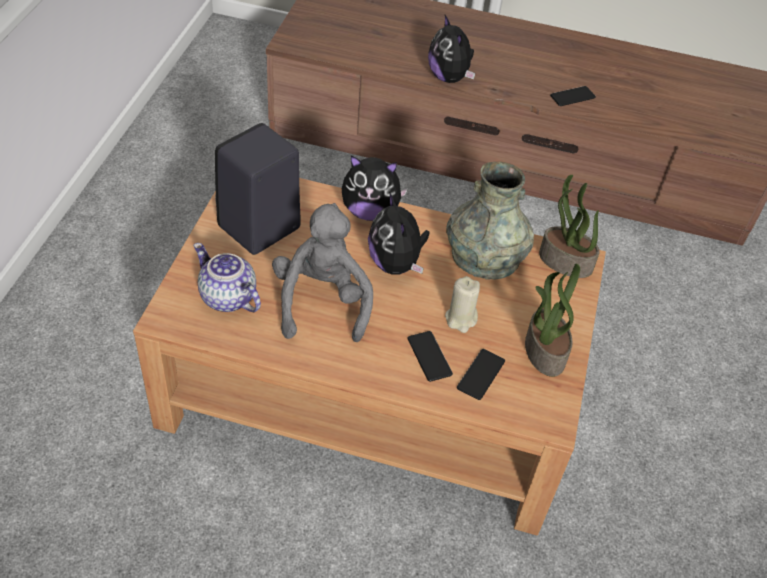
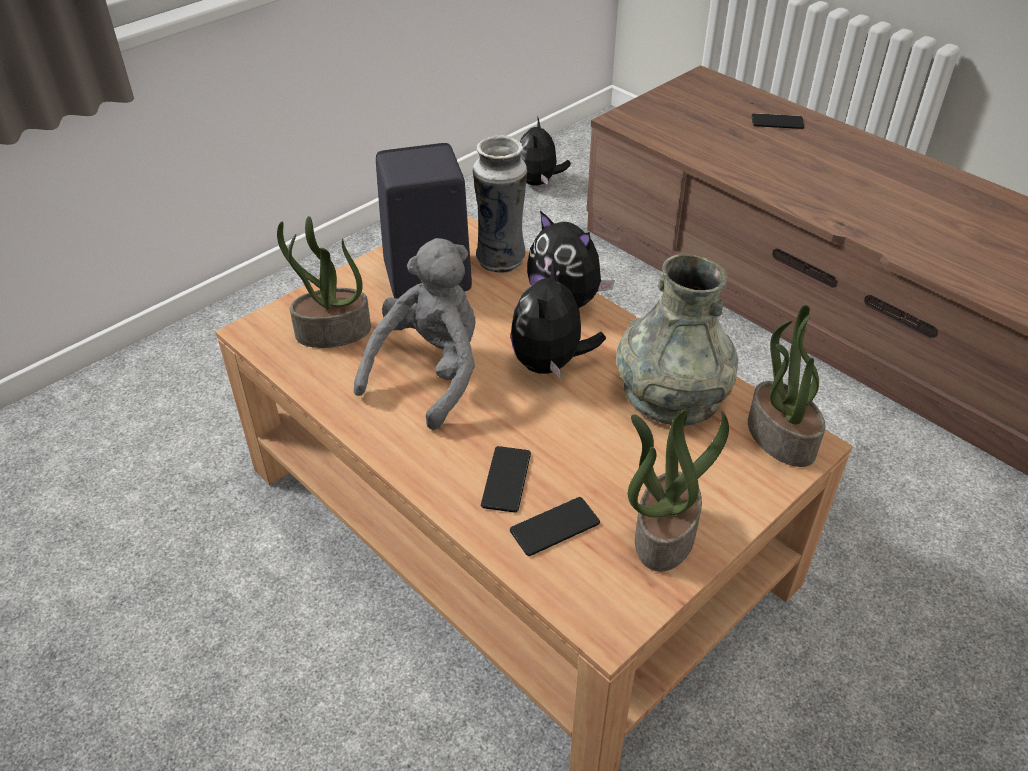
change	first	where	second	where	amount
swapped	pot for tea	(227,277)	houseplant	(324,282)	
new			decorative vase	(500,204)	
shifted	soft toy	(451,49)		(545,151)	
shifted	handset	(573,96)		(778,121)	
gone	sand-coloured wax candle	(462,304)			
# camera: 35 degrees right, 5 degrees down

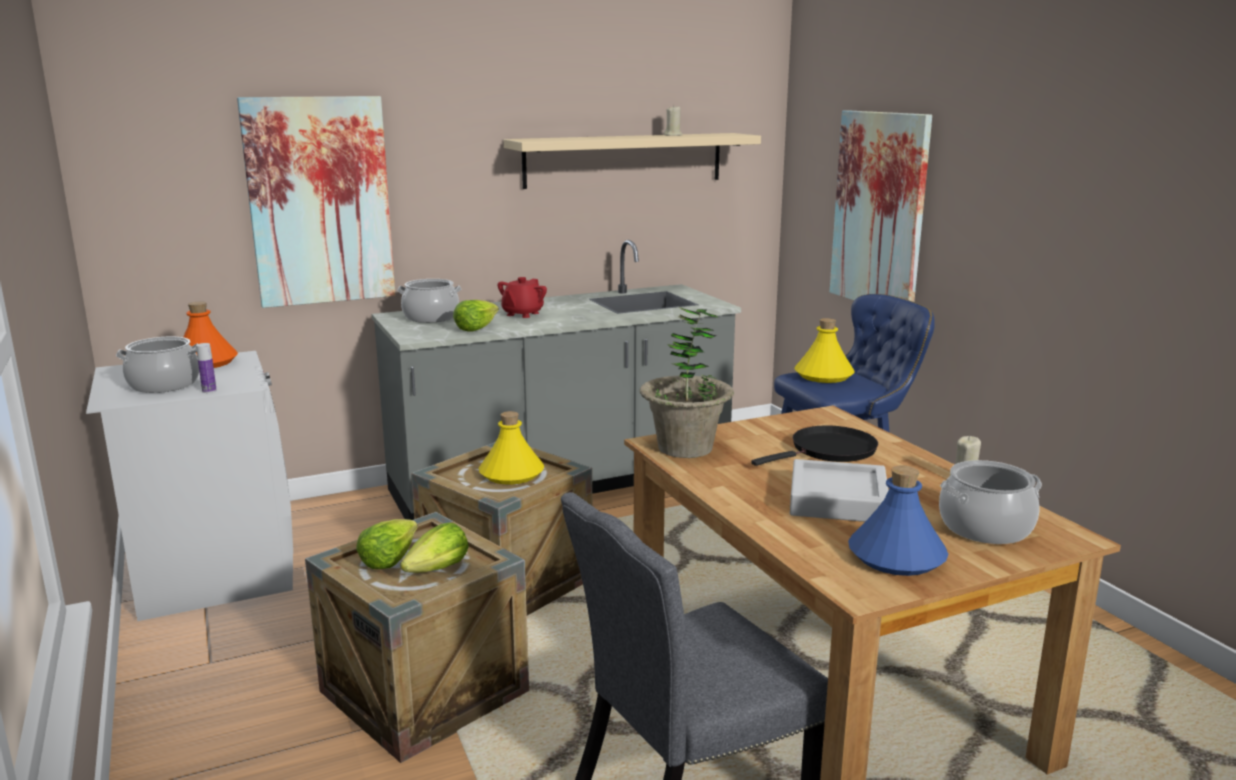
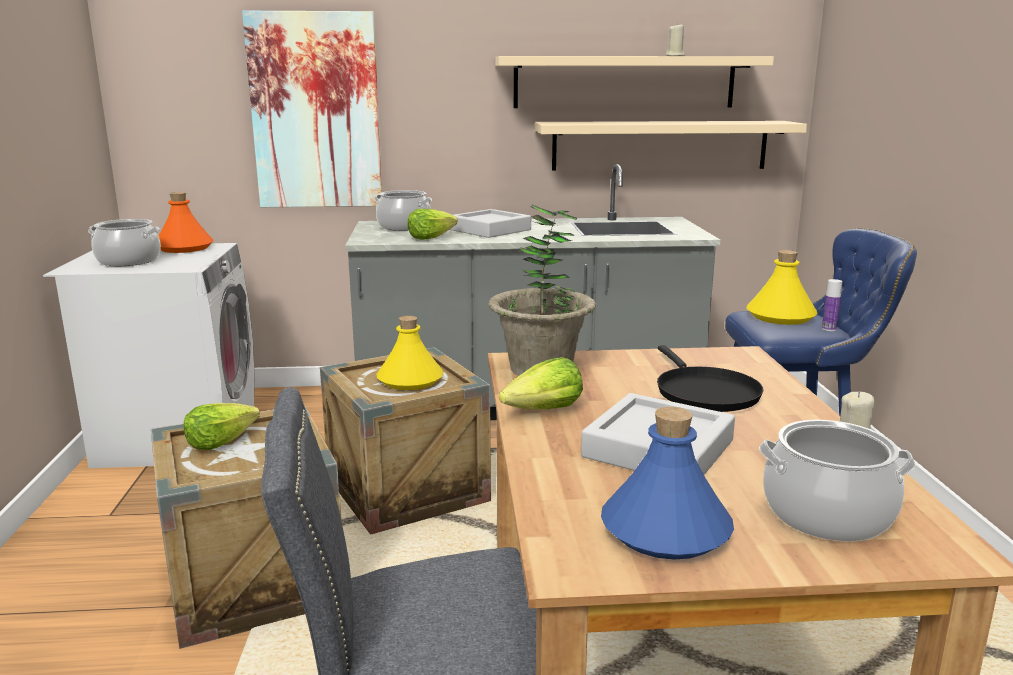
change	first	where	second	where	amount
swapped	reddish pot for tea	(522,297)	grey tray	(490,223)	
shifted	lettuce	(434,548)		(541,383)	
new			sand-coloured bracket shelf	(671,146)	
rotated	black pan	(814,445)		(710,378)	90 degrees clockwise
shifted	beverage bottle	(206,368)		(832,305)	
gone	wall picture	(881,206)			
# camera: 20 degrees right, 0 degrees up

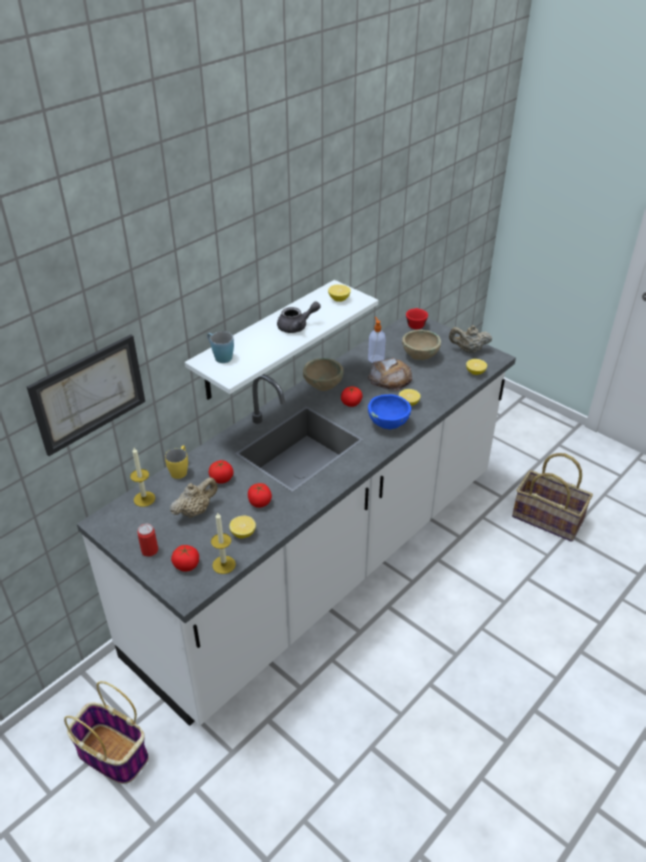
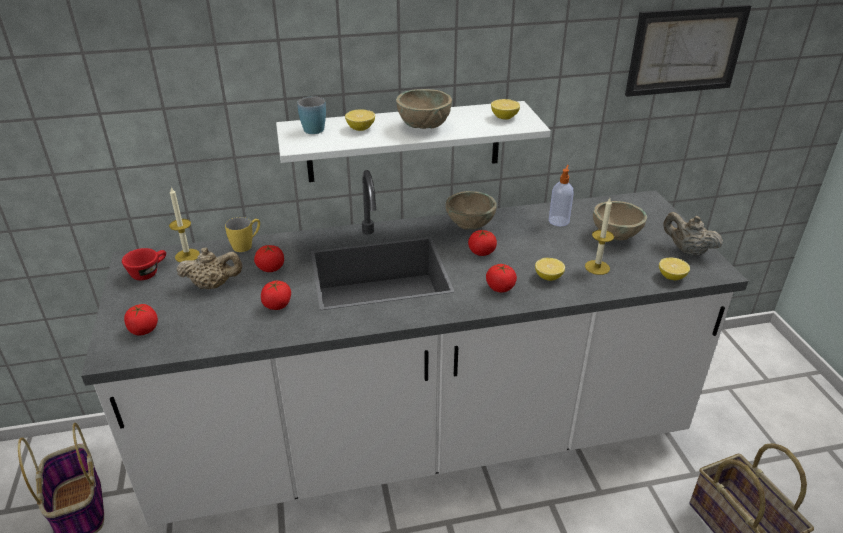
change	first	where	second	where	amount
shifted	reddish cup	(417,318)		(144,264)	
shifted	lemon	(242,527)		(360,120)	
swapped	grey pot for tea	(299,317)	sand-coloured serving bowl	(424,109)	
swapped	blue serving bowl	(389,412)	fresh tomato	(501,278)	
shifted	wax candle	(223,543)		(599,236)	
shifted	wall picture	(86,395)		(688,51)	
gone	metal can	(147,540)			
gone	bread	(390,374)			
# camera: 35 degrees right, 5 degrees down

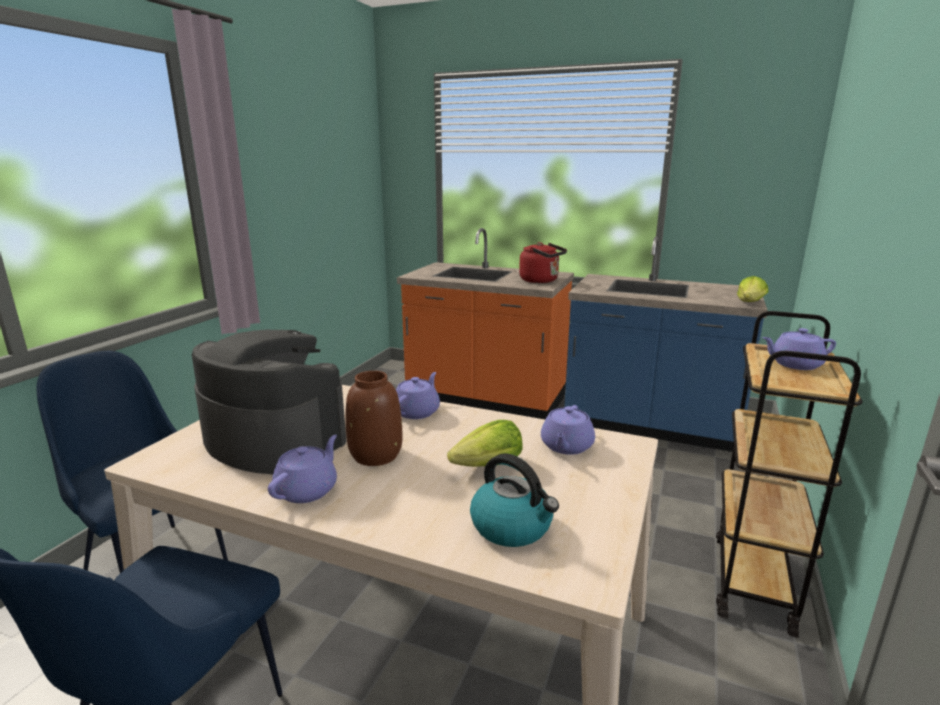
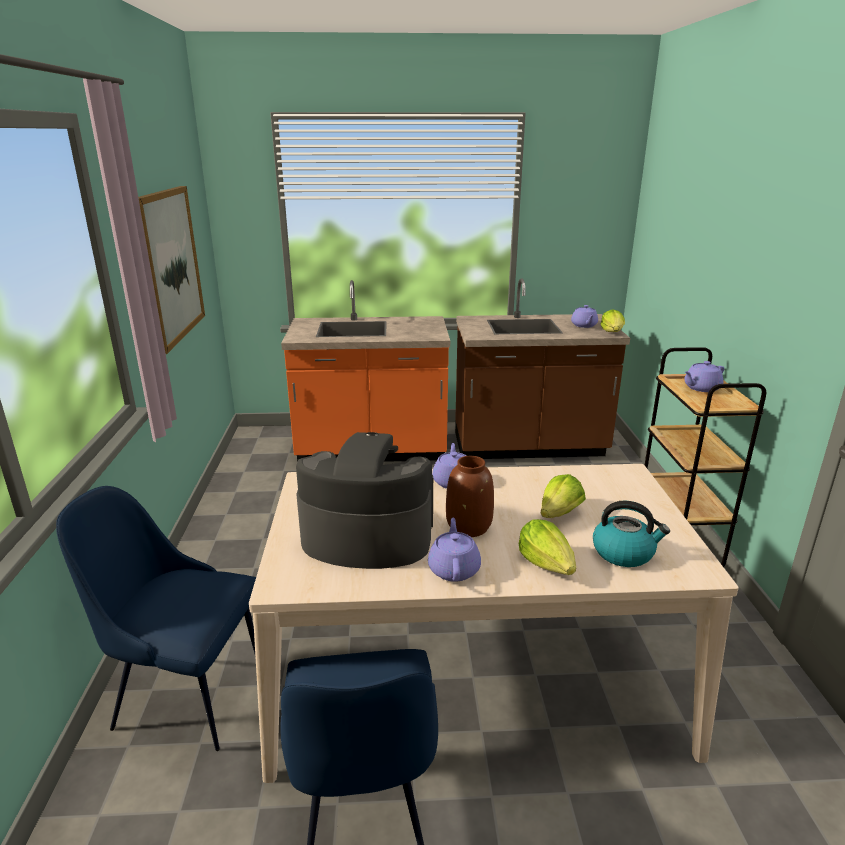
change	first	where	second	where	amount
new			wall picture	(171,270)	
repainted	blue kitchen base unit	(666,344)	brown kitchen base unit	(542,368)	
new			lettuce	(547,547)	
shifted	purple-coloured pot for tea	(568,430)		(584,316)	
gone	reddish water kettle	(543,262)			
# camera: 25 degrees left, 5 degrees up

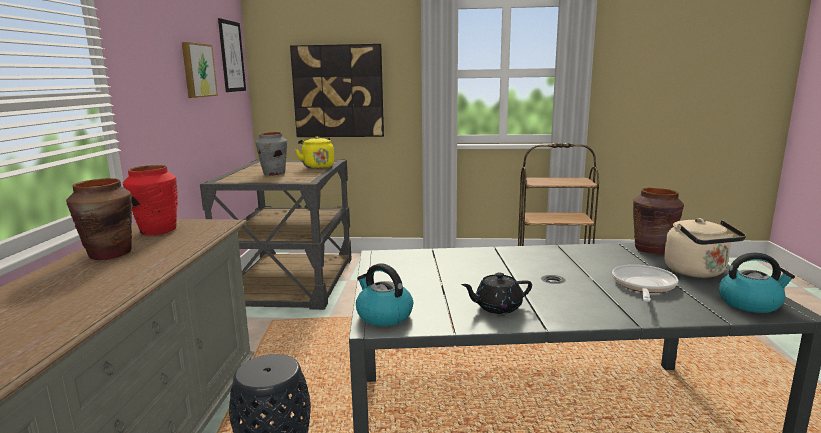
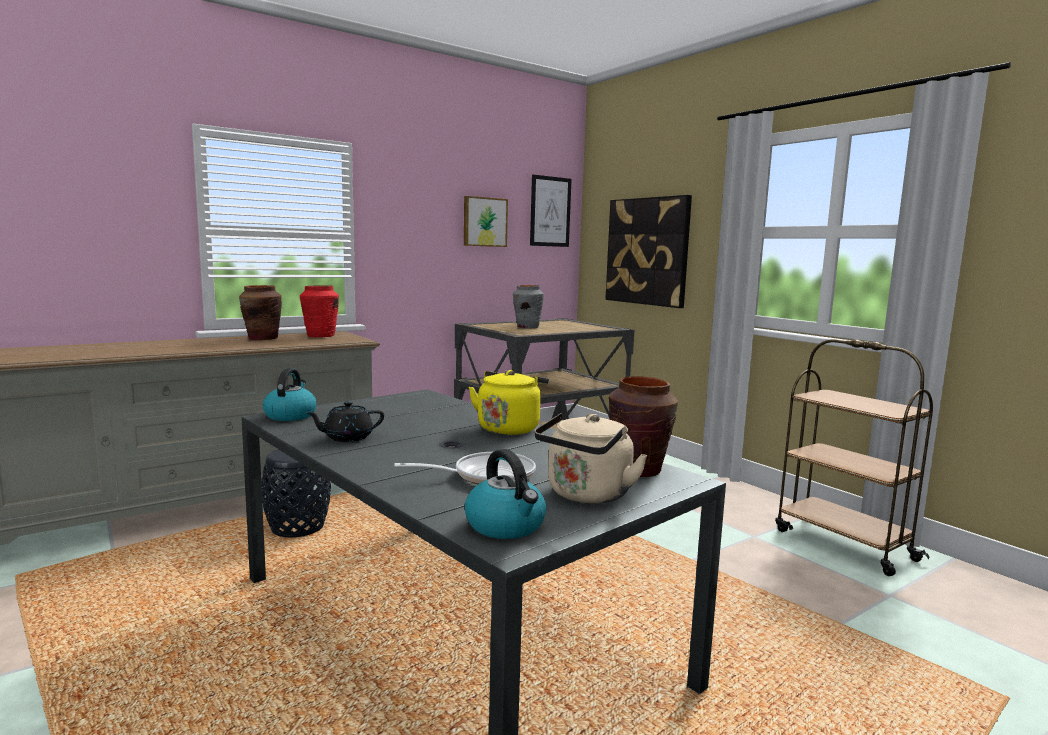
change	first	where	second	where	amount
rotated	black pot for tea	(496,293)		(344,421)	60 degrees counterclockwise
shifted	yellow-coloured water kettle	(314,152)		(509,402)	
# camera: 50 degrees right, 5 degrees down

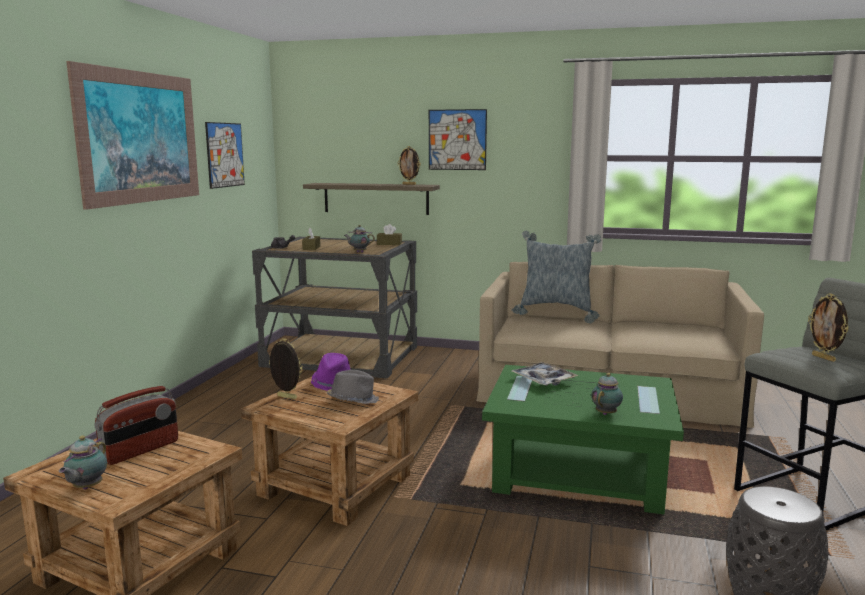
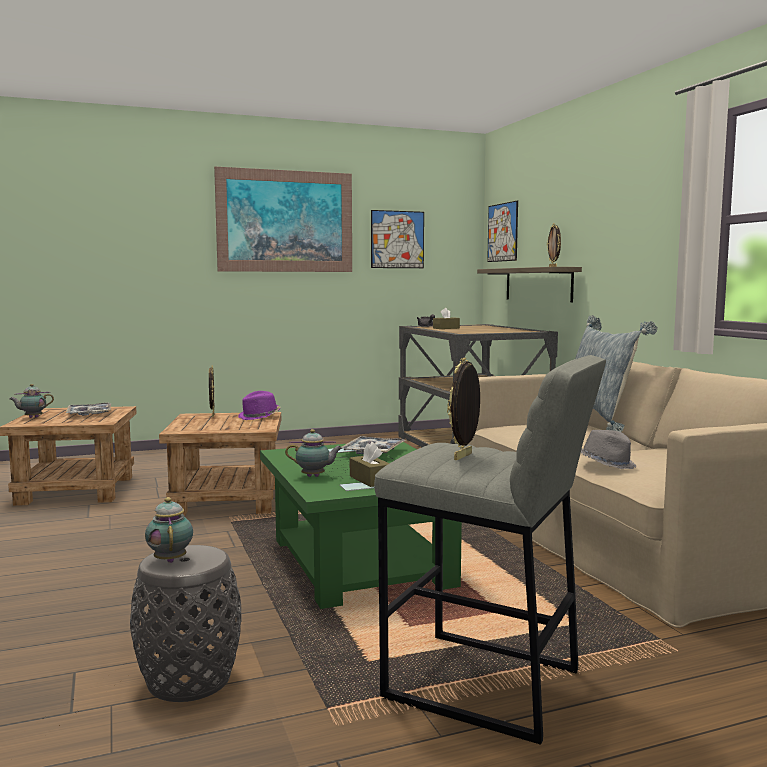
change	first	where	second	where	amount
swapped	radio receiver	(136,425)	tray	(88,409)	
shifted	pot for tea	(359,239)		(169,530)	
shifted	brown tissue box	(389,234)		(369,464)	
shifted	wall picture	(458,139)		(502,231)	
shifted	grey wearable hat	(353,387)		(608,449)	
# camera: 55 degrees right, 5 degrees down

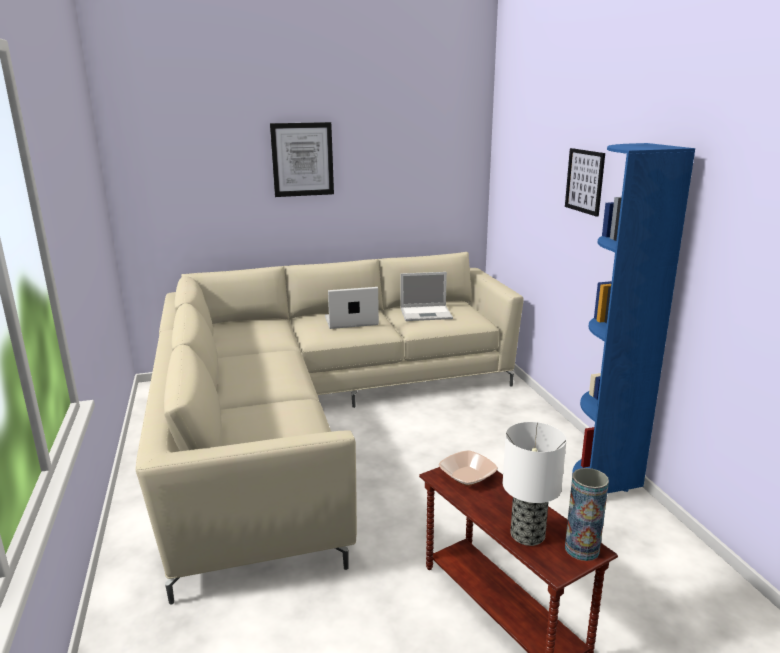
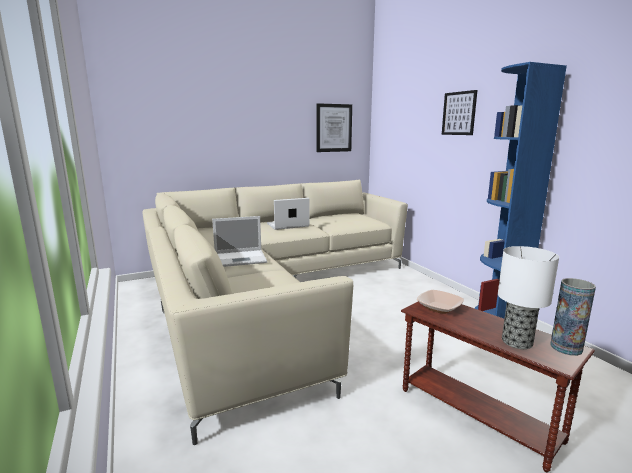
change	first	where	second	where	amount
shifted	portable computer	(426,296)		(239,241)	
shifted	wall picture	(302,159)		(334,127)	
# camera: 10 degrees left, 5 degrees down

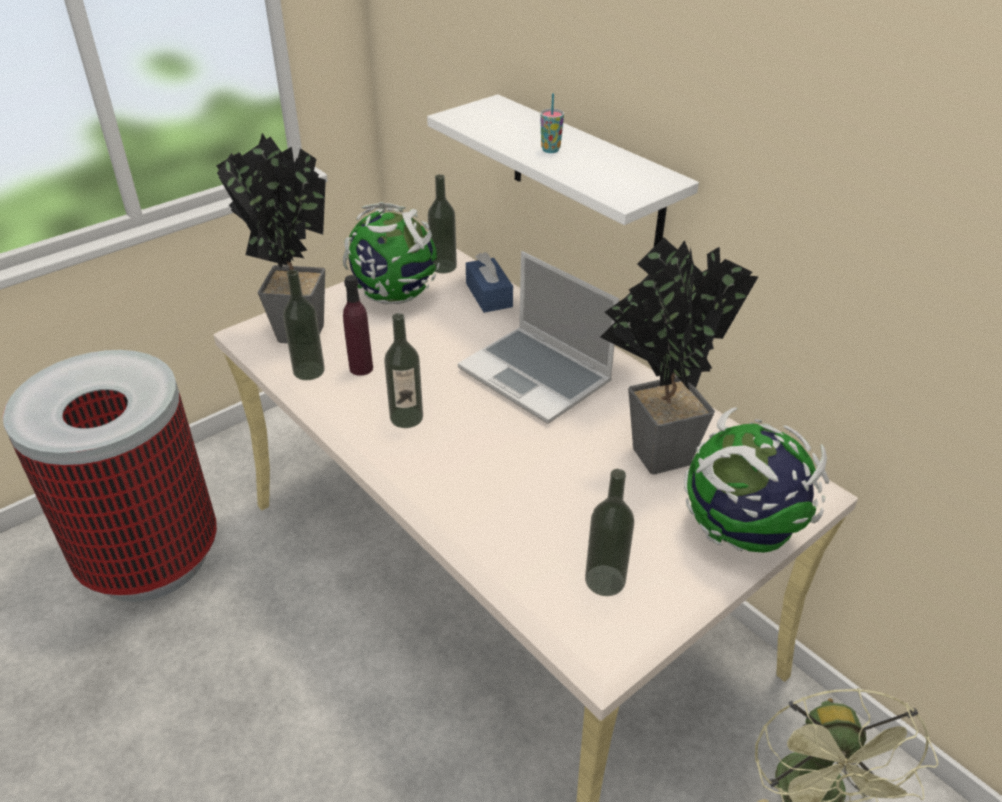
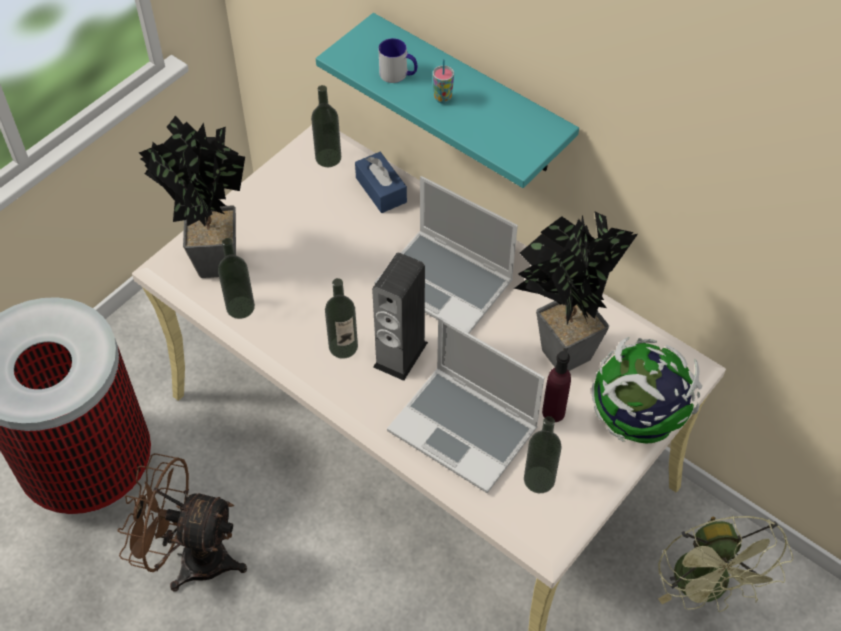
change	first	where	second	where	amount
new			brown cooling fan	(182,522)	
repainted	white-coloured bracket shelf	(563,170)	turquoise-coloured bracket shelf	(447,100)	
new			loudspeaker	(400,317)	
new			coffee mug	(397,60)	
new			portable computer	(466,405)	
shifted	purple-coloured beverage bottle	(358,325)		(556,386)	
gone	world globe	(391,253)			
# camera: 10 degrees left, 15 degrees up

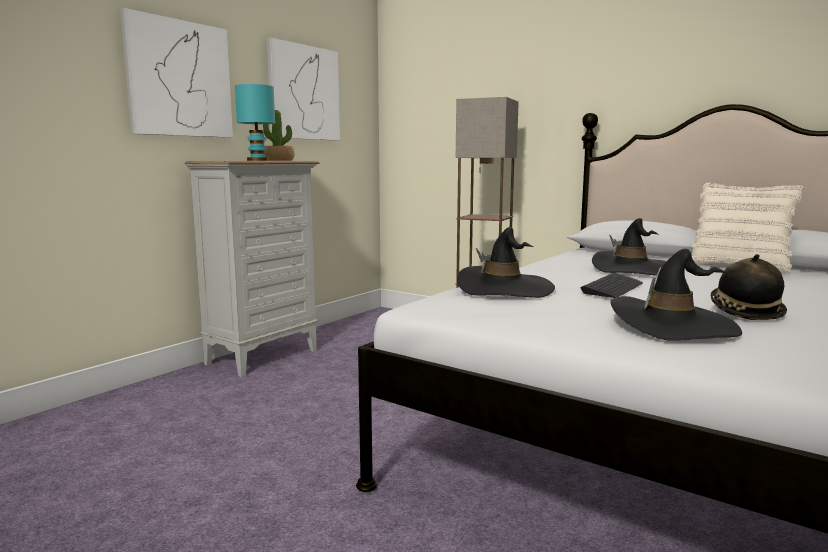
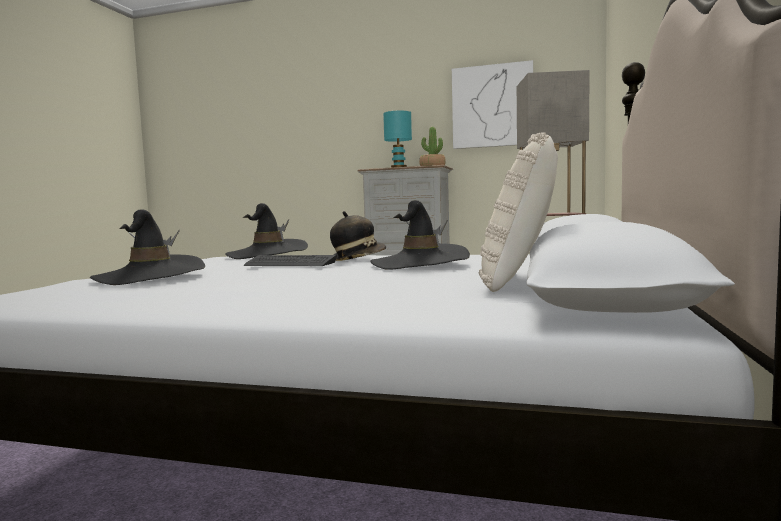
change	first	where	second	where	amount
shifted	wearable hat	(749,287)		(358,236)	
gone	wall picture	(176,73)			
# camera: 70 degrees right, 5 degrees down

